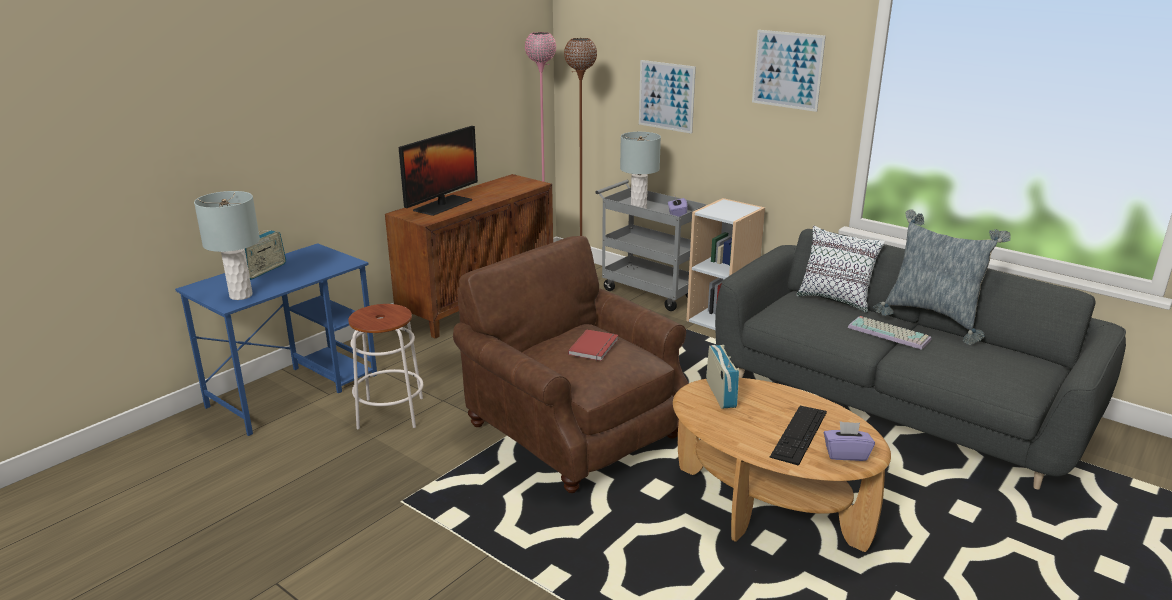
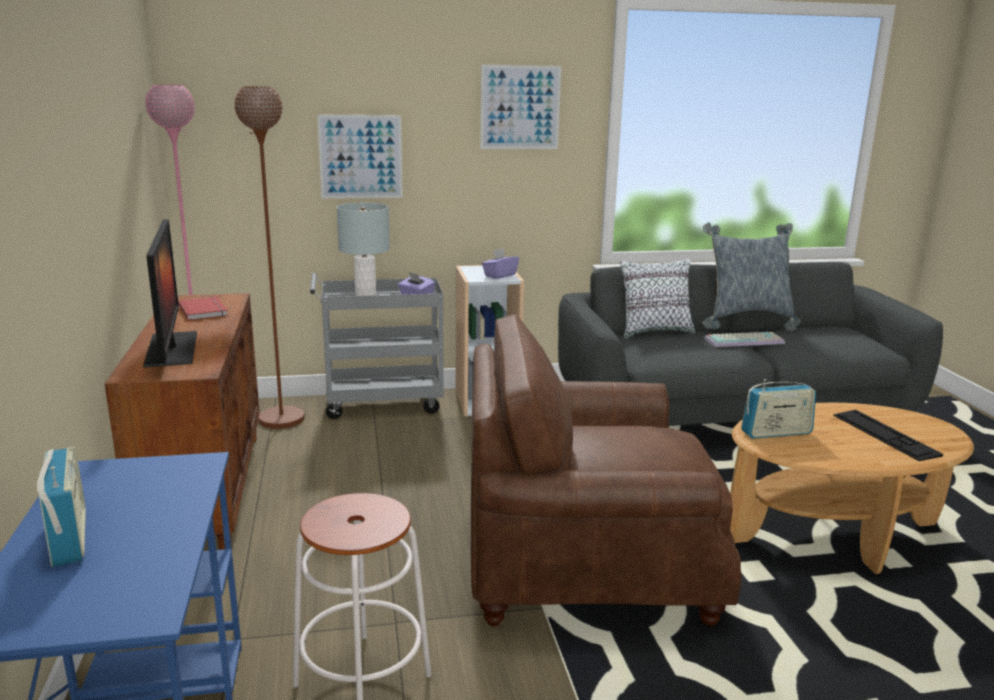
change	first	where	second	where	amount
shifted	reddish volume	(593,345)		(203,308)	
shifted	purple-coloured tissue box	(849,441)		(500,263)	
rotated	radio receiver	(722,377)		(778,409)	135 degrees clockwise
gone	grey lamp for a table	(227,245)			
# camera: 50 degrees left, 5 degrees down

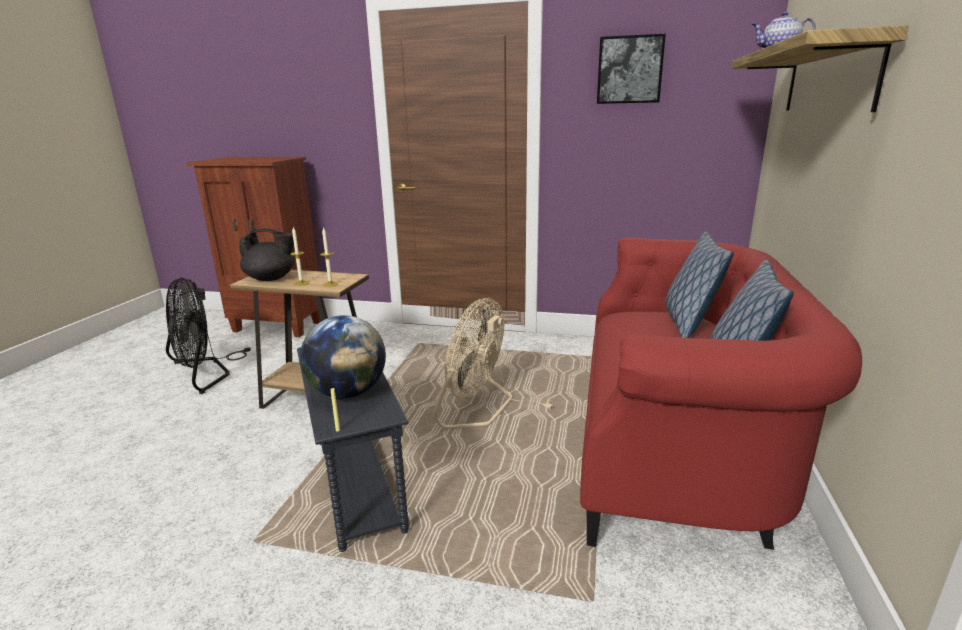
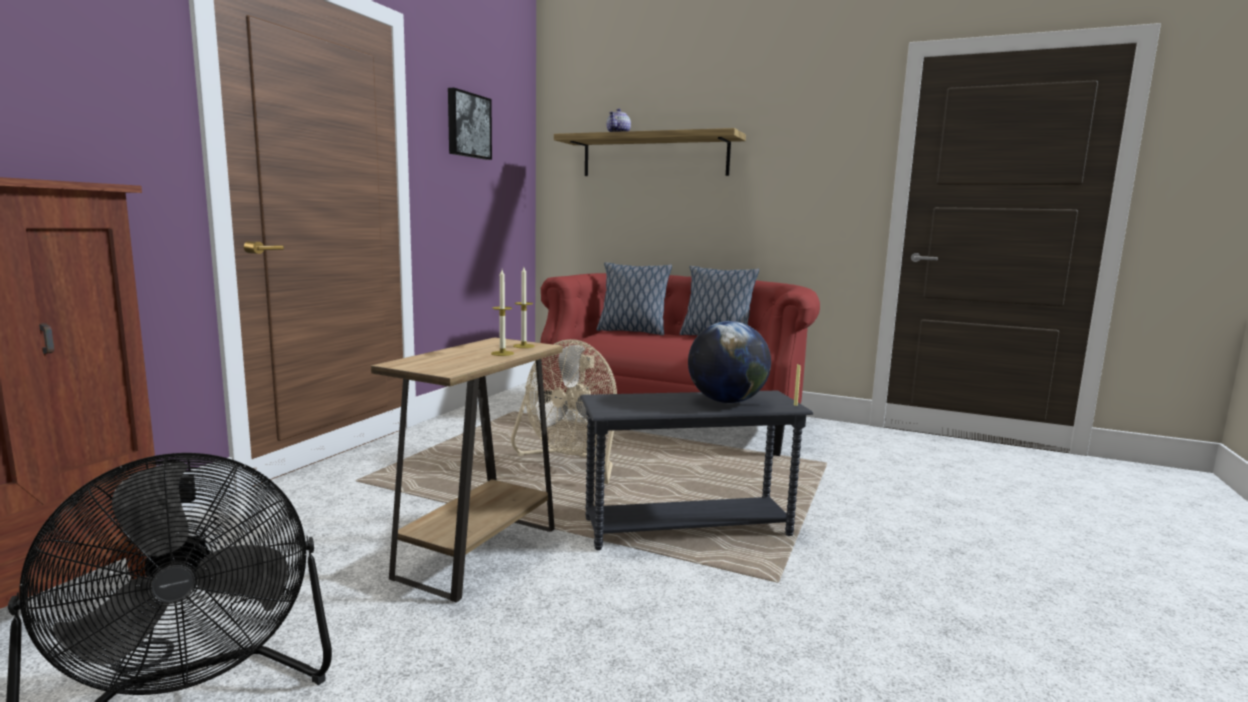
change	first	where	second	where	amount
gone	black pot for tea	(266,254)			
# camera: 80 degrees left, 10 degrees down

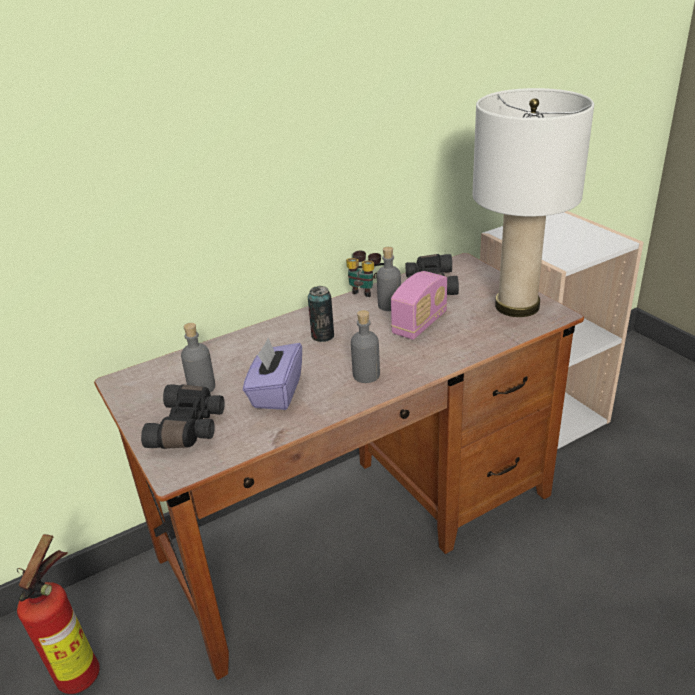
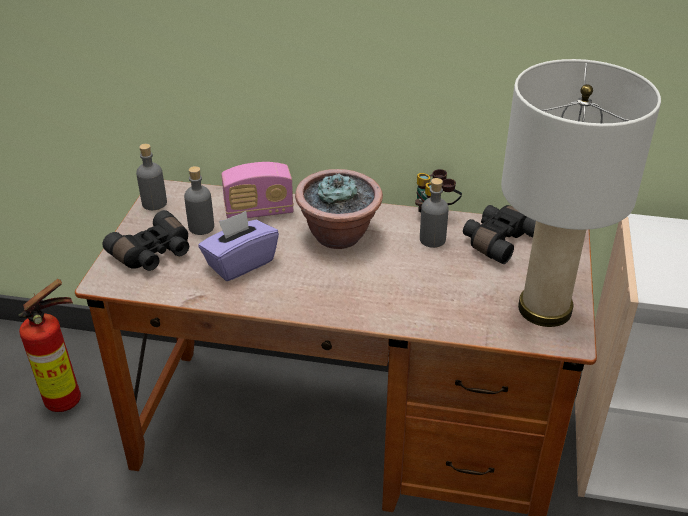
change	first	where	second	where	amount
shifted	grey beverage bottle	(365,346)		(151,177)	
shifted	radio receiver	(419,305)		(257,190)	
swapped	metal can	(321,314)	houseplant	(339,209)	
# camera: 40 degrees right, 5 degrees up

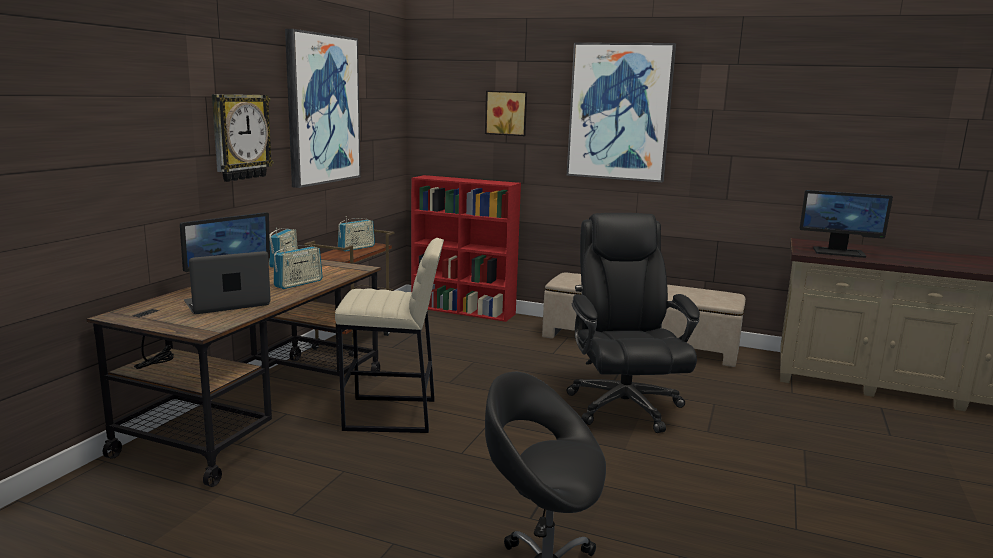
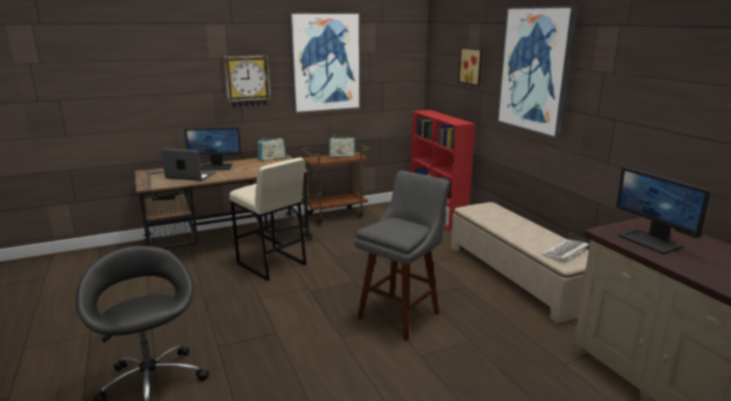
change	first	where	second	where	amount
swapped	black office chair	(633,323)	grey sitting stool	(402,256)	
new			computer keyboard	(565,250)	
gone	radio receiver	(298,266)			
# camera: 45 degrees right, 5 degrees up

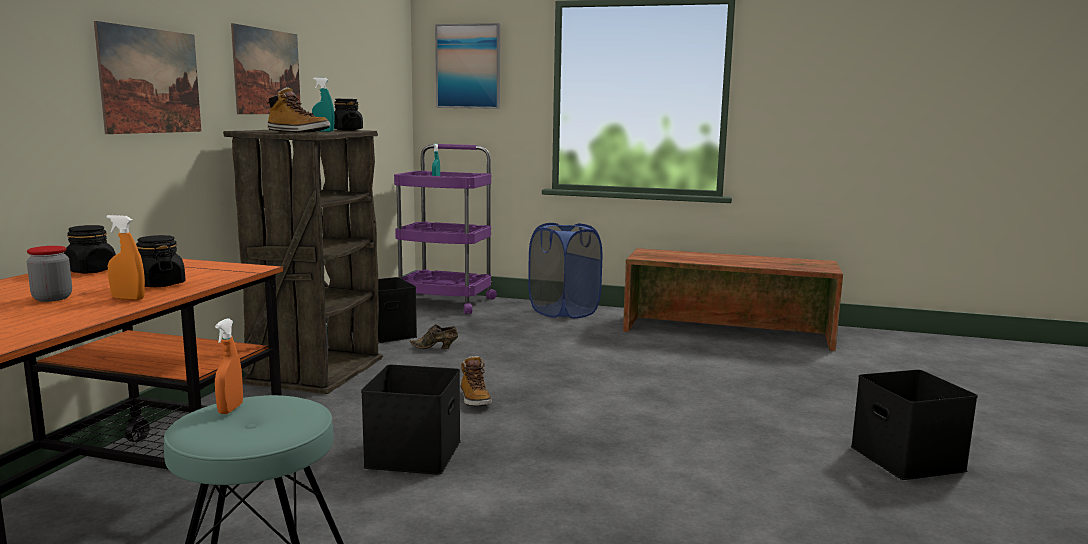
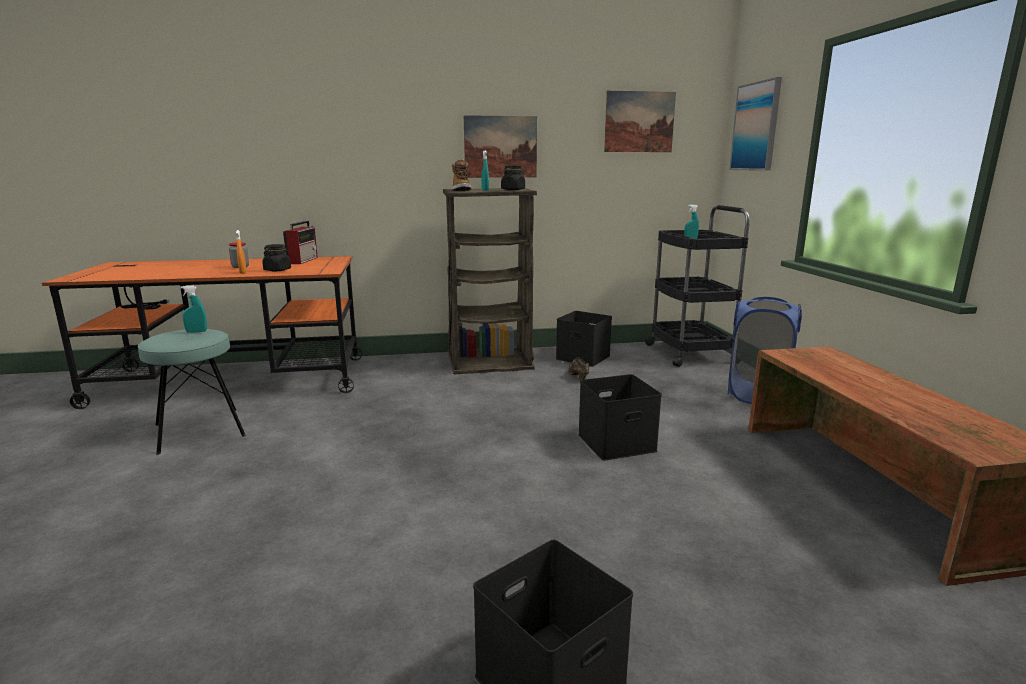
change	first	where	second	where	amount
repainted	orange hand sprayer	(229,366)	turquoise-coloured hand sprayer	(193,309)	
swapped	black storage jar	(90,249)	radio receiver	(300,242)	
shifted	black storage bin	(411,420)		(620,417)	
shifted	wall picture	(147,77)		(640,121)	
repainted	purple-coloured wheeled cart	(445,229)	black wheeled cart	(697,286)	
gone	high-top boot	(476,381)			
# camera: 65 degrees right, 5 degrees up

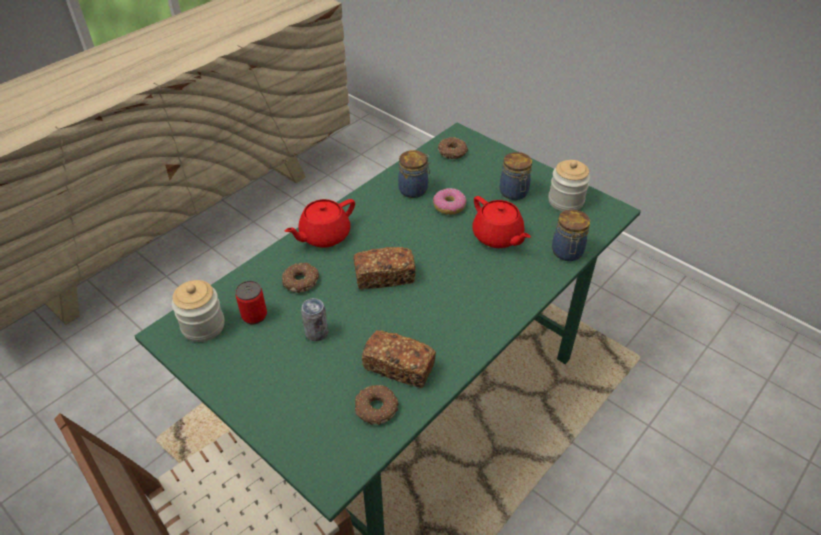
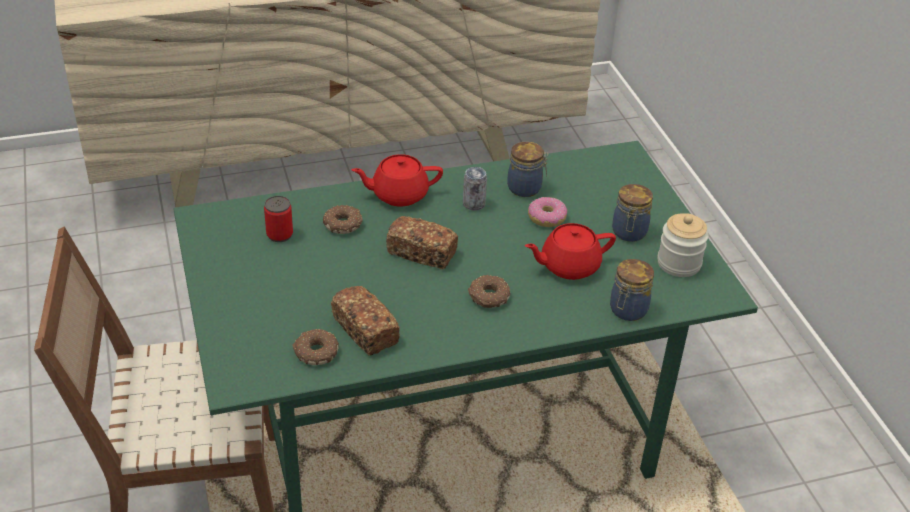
change	first	where	second	where	amount
shifted	metal can	(314,319)		(475,189)	
shifted	doughnut	(453,148)		(489,291)	
rotated	reddish pot for tea	(501,222)		(570,251)	75 degrees clockwise
gone	storage jar	(198,311)			
# camera: 30 degrees right, 5 degrees down

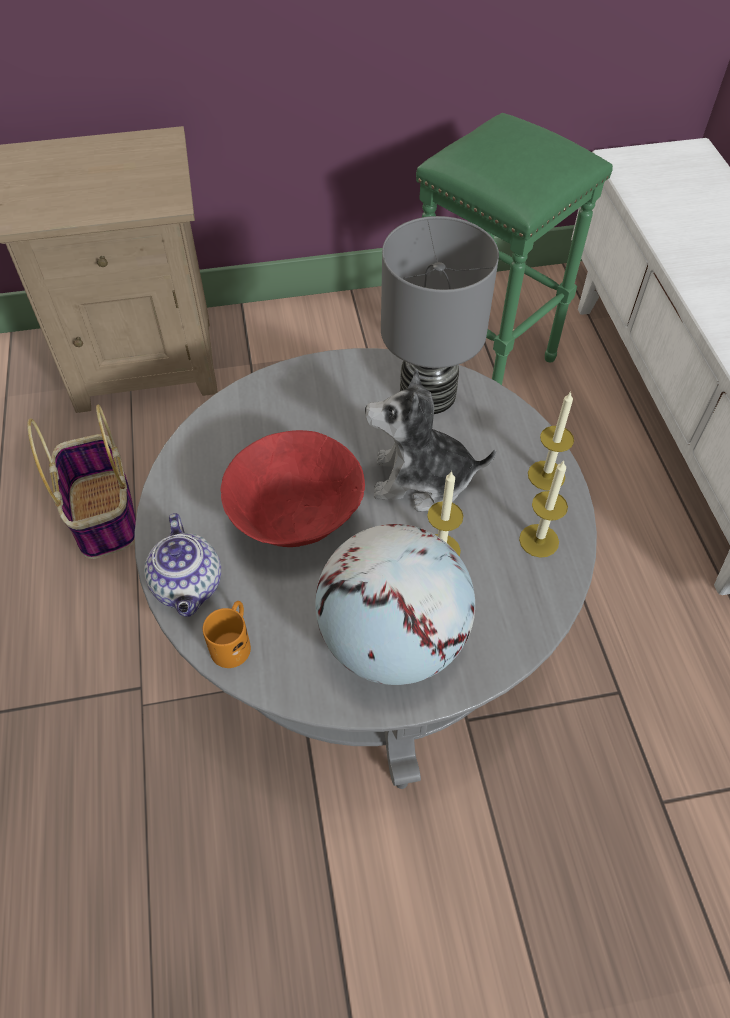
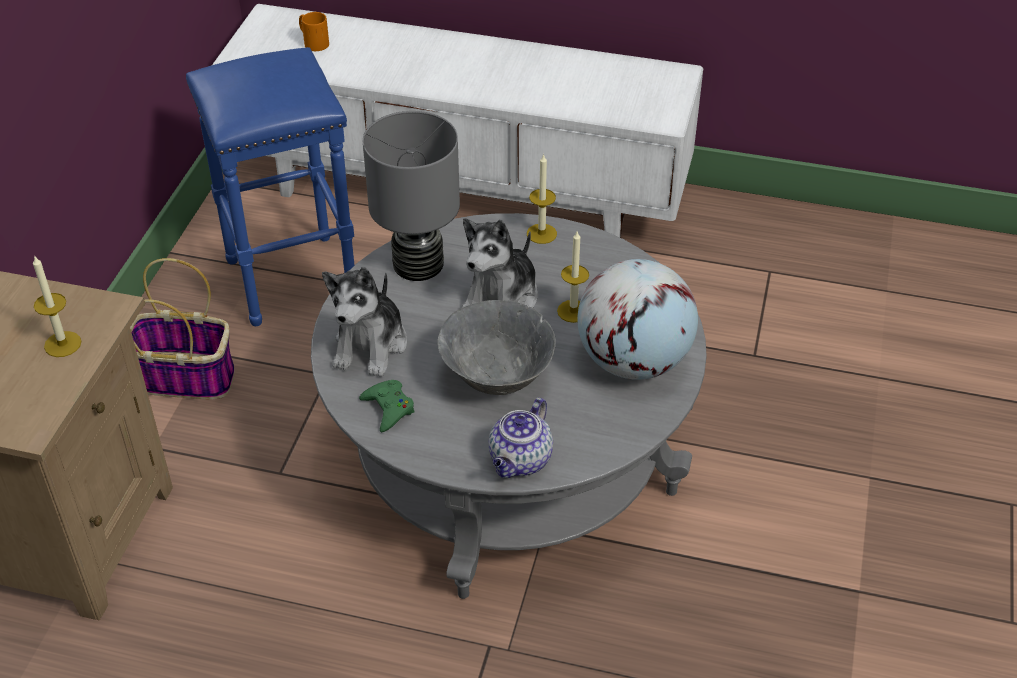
change	first	where	second	where	amount
shifted	wax candle	(543,509)		(57,306)	
shifted	household basket	(81,481)		(182,328)	
repainted	greenish sitting stool	(514,249)	blue sitting stool	(270,186)	
shifted	orange coffee mug	(227,634)		(314,31)	
new			soft toy	(364,322)	
new			greenish game controller	(387,406)	
repainted	reddish serving bowl	(292,488)	grey serving bowl	(497,347)	
rotated	pot for tea	(182,565)		(521,437)	105 degrees clockwise
# camera: 65 degrees left, 10 degrees down

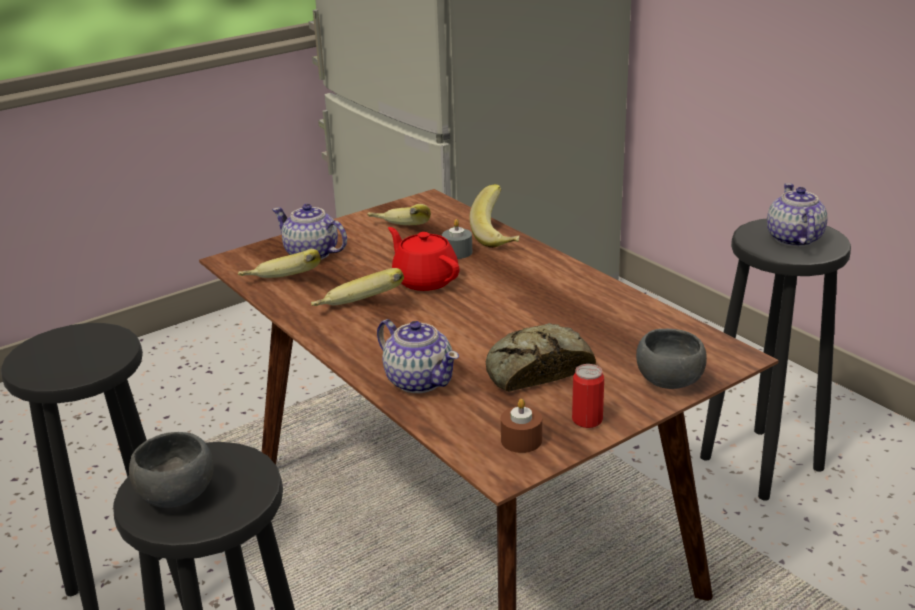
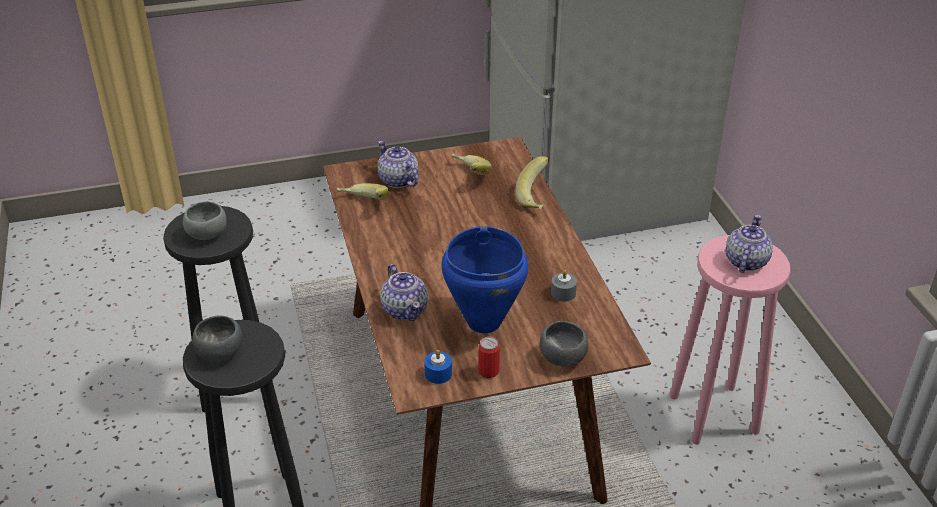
change	first	where	second	where	amount
new			grey serving bowl	(205,220)	
repainted	brown wax candle	(521,426)	blue wax candle	(438,367)	
swapped	bread	(541,357)	blue stockpot	(485,279)	
shifted	grey wax candle	(457,239)		(564,286)	
repainted	black sitting stool	(775,360)	pink sitting stool	(730,340)	
gone	banana	(357,287)			
gone	reddish pot for tea	(424,259)			
# camera: 20 degrees right, 10 degrees up

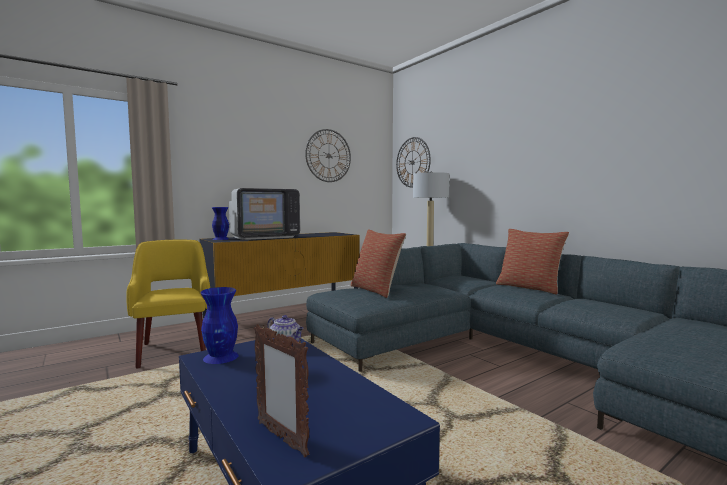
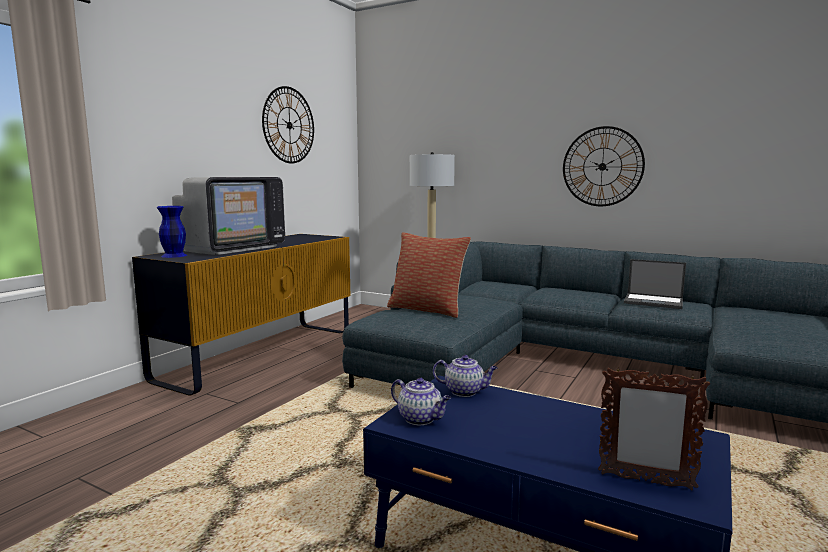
change	first	where	second	where	amount
swapped	blue decorative vase	(220,325)	pot for tea	(421,401)	
shifted	hanging clock	(413,162)		(604,166)	
new			portable computer	(655,284)	
gone	yellow-coloured lounge chair	(168,304)			
gone	throw pillow	(532,262)			
# camera: 25 degrees left, 5 degrees up

